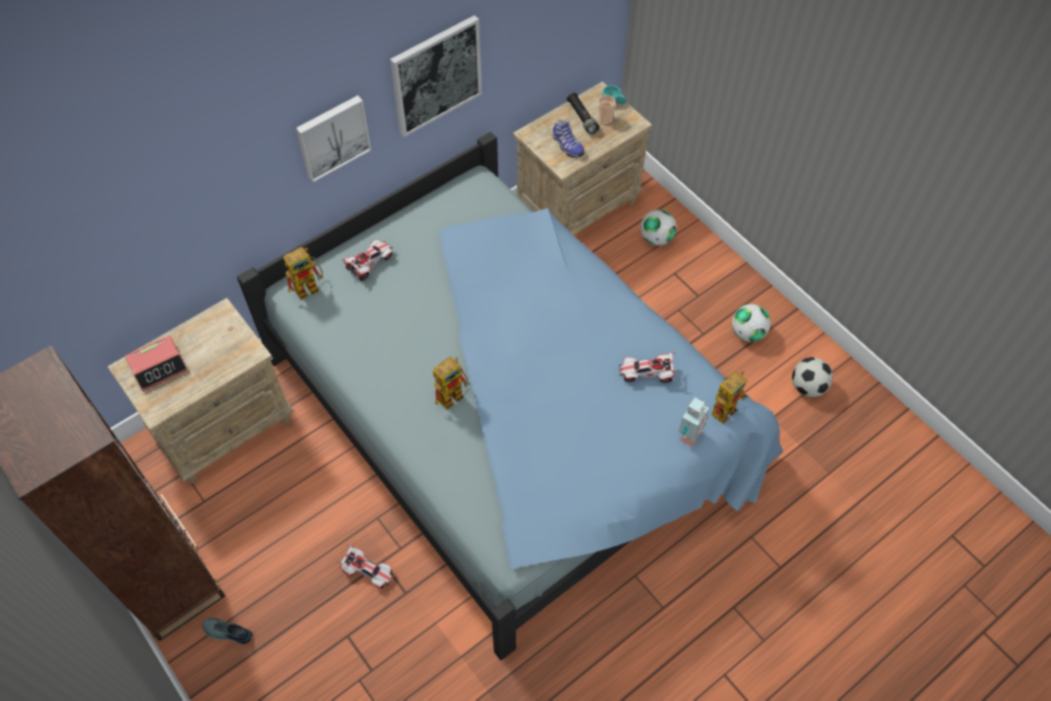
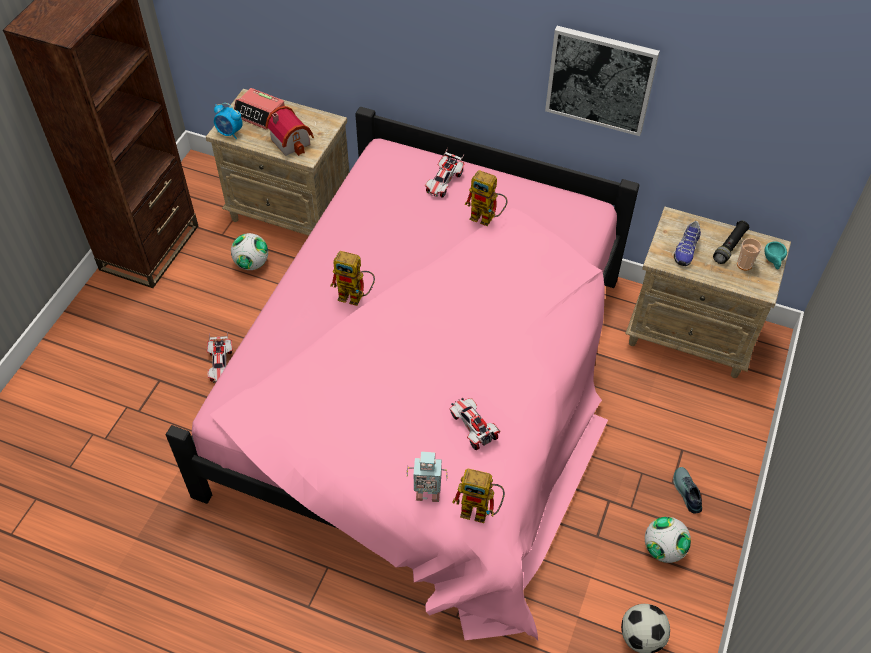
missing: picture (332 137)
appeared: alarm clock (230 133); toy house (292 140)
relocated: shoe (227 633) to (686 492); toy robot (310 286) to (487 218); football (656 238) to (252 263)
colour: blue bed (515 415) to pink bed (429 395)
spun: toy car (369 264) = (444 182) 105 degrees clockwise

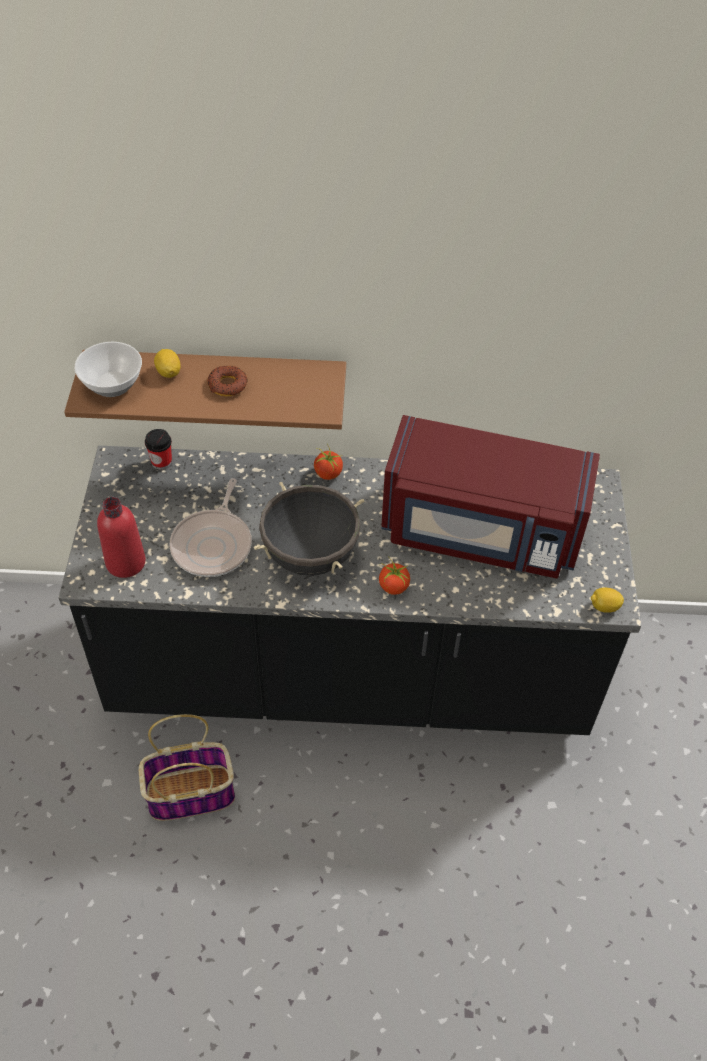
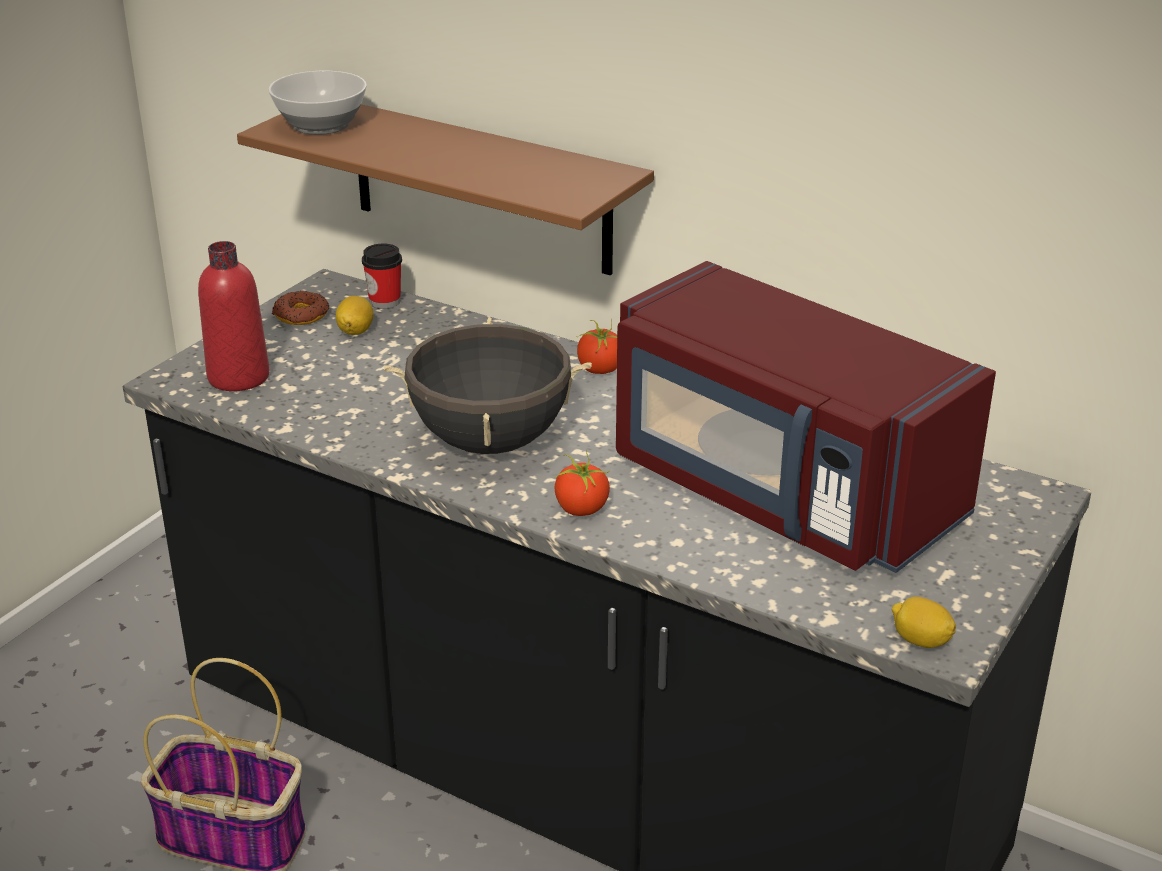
missing: frying pan (213 544)
relocated: lemon (168 372) to (355 331); donut (227 385) to (301 315)

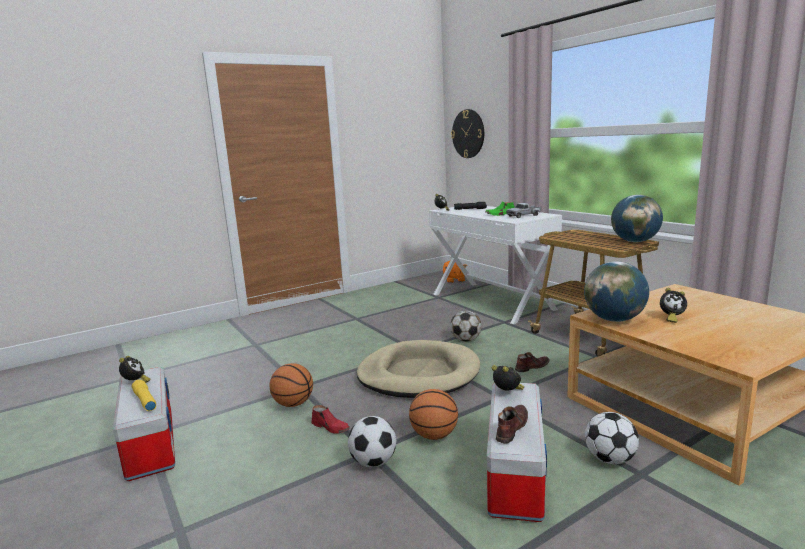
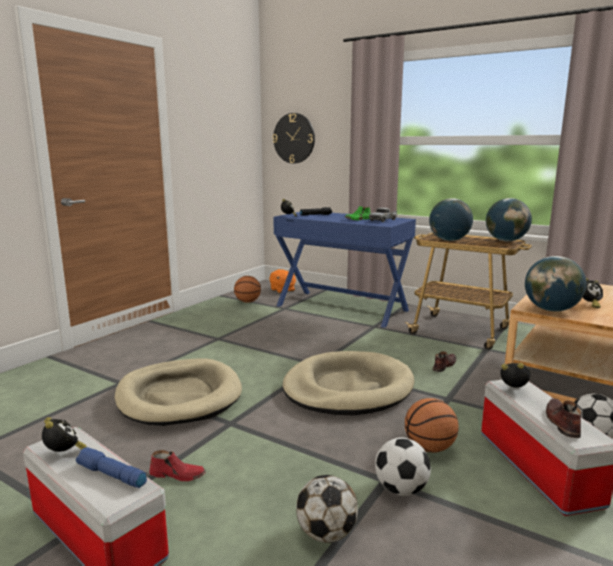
appeared: beige dog bed (179 396); globe (449 240)
relocated: basketball (293 404) to (248 301); red shoe (331 427) to (178 475); football (466 340) to (326 534)
colour: yellow flashlight (144 401) to blue flashlight (111 475); white desk (492 301) to blue desk (342 308)

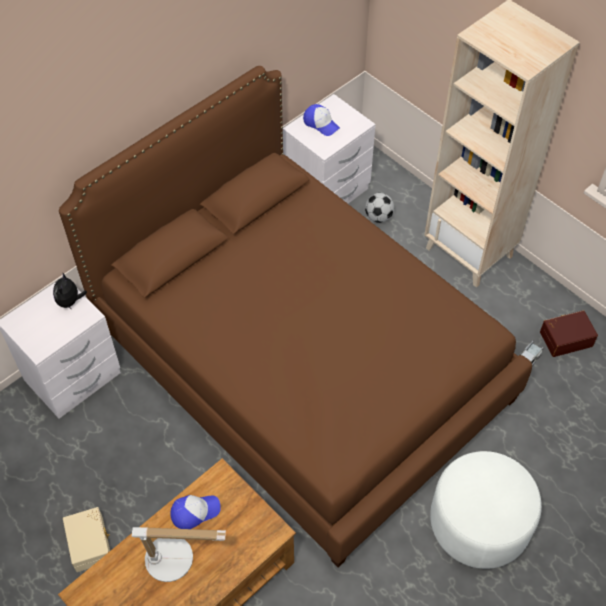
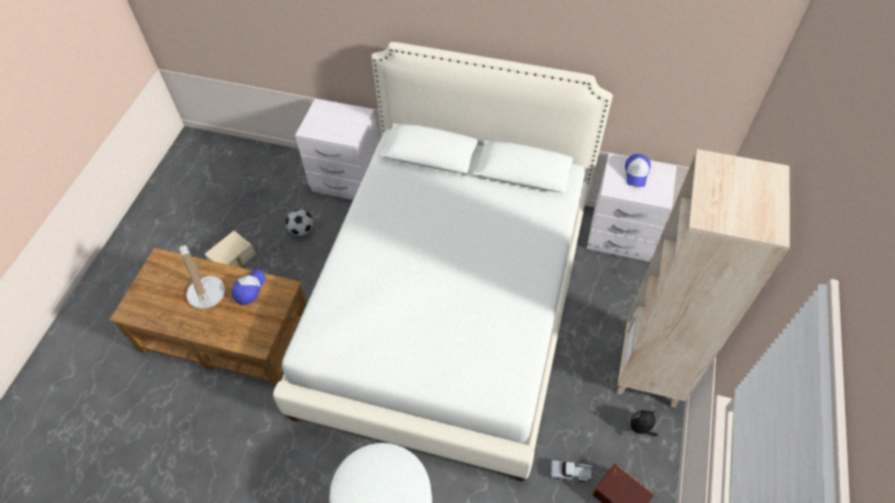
relocated: plush toy (70 301) to (641 428); football (378 217) to (302 230)
colour: brown bed (302 363) to white bed (449 305)
spun: cap (194 512) = (249 288) 105 degrees counterclockwise

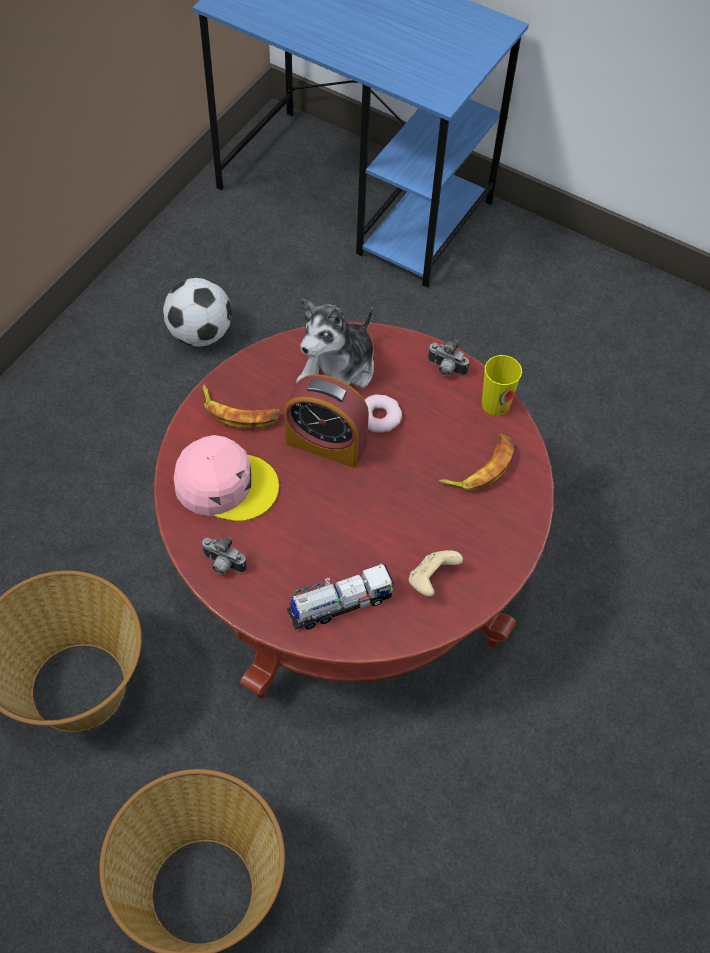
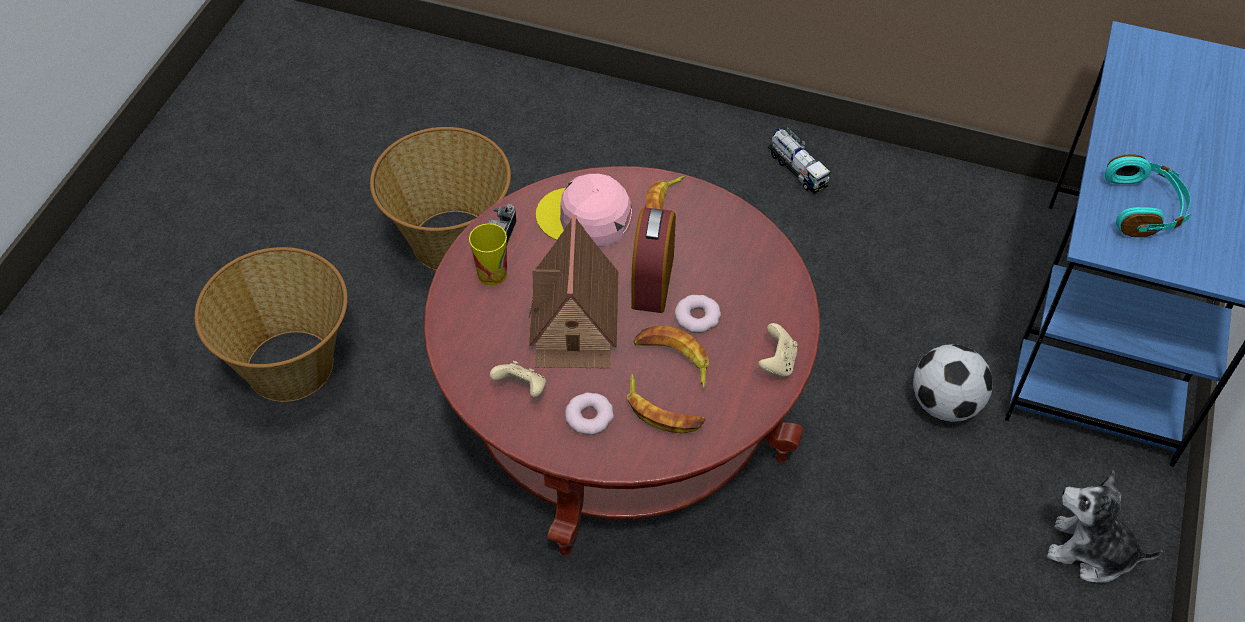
appeared: toy house (574 320); donut (589 416); banana (673 359); turquoise headphones (1144 208)
relocated: football (200 334) to (945 404); toy truck (340 605) to (797 170); plush toy (338 371) to (1090 552); cup (495 403) to (492 274)
exchanged: photo camera (445 369) to beige game controller (777 362)
spun: pink cap (225 484) = (585 218) 105 degrees clockwise

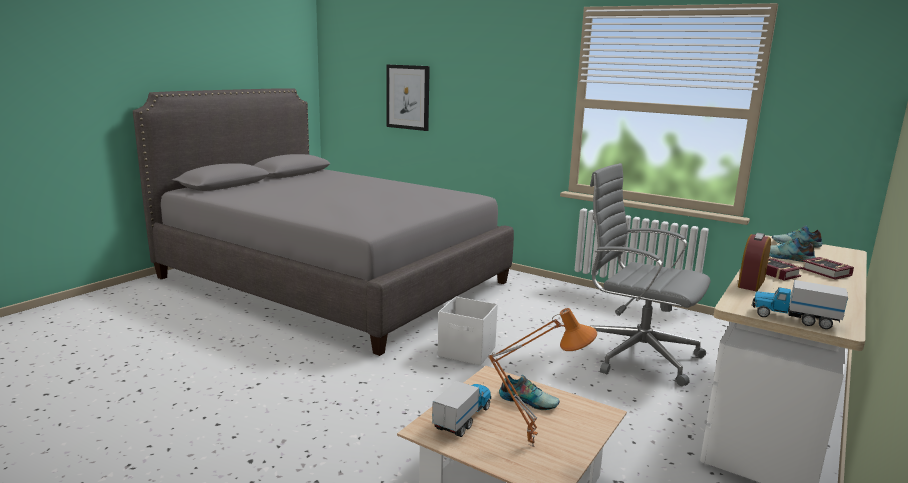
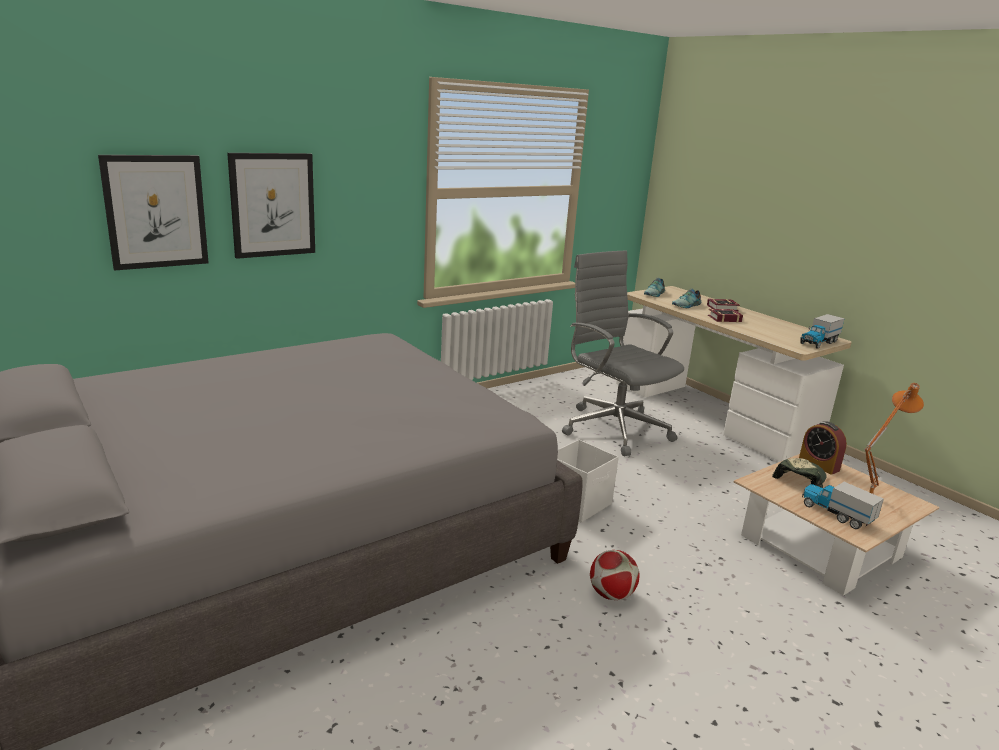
appeared: picture (272 205); football (611 594)
relocated: alarm clock (751 283) to (818 464)
exchanged: shoe (528 400) to cap (799 479)
spun: grey office chair (636 354) = (613 428) 90 degrees clockwise

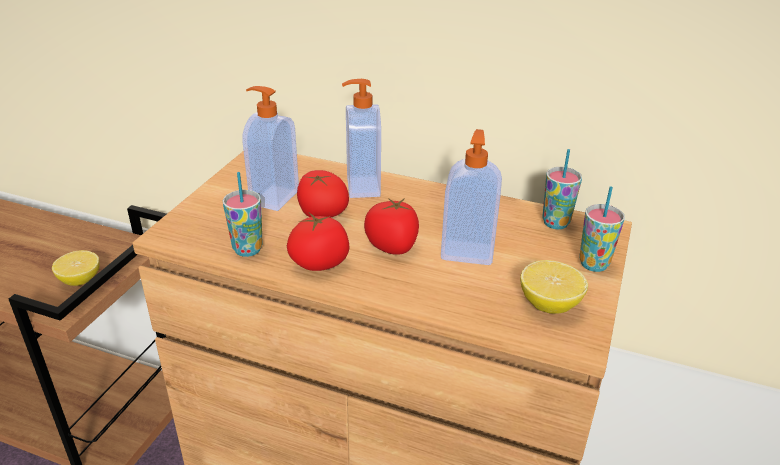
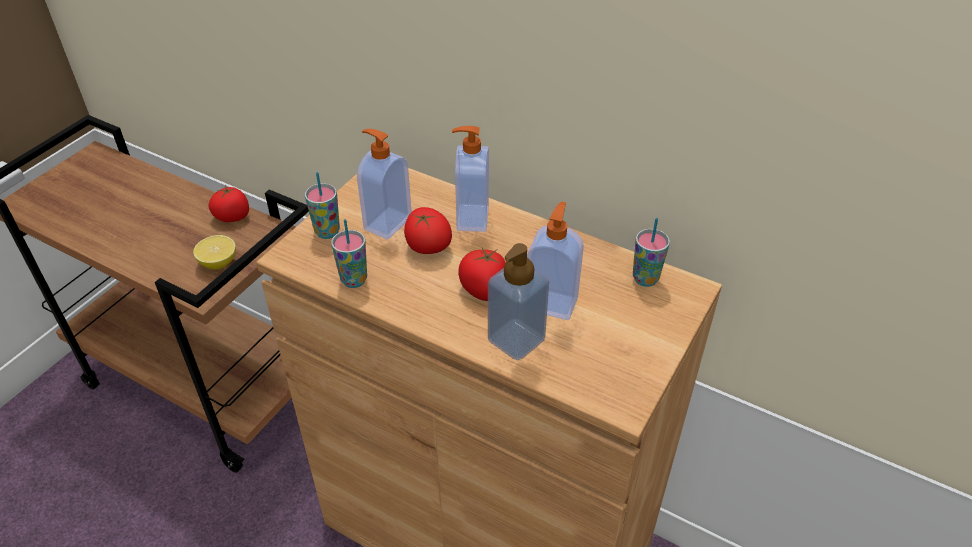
missing: lemon (549 304)
appeared: soap dispenser (516 340)
relocated: tomato (319 263) to (233 216); cup (593 264) to (327 232)

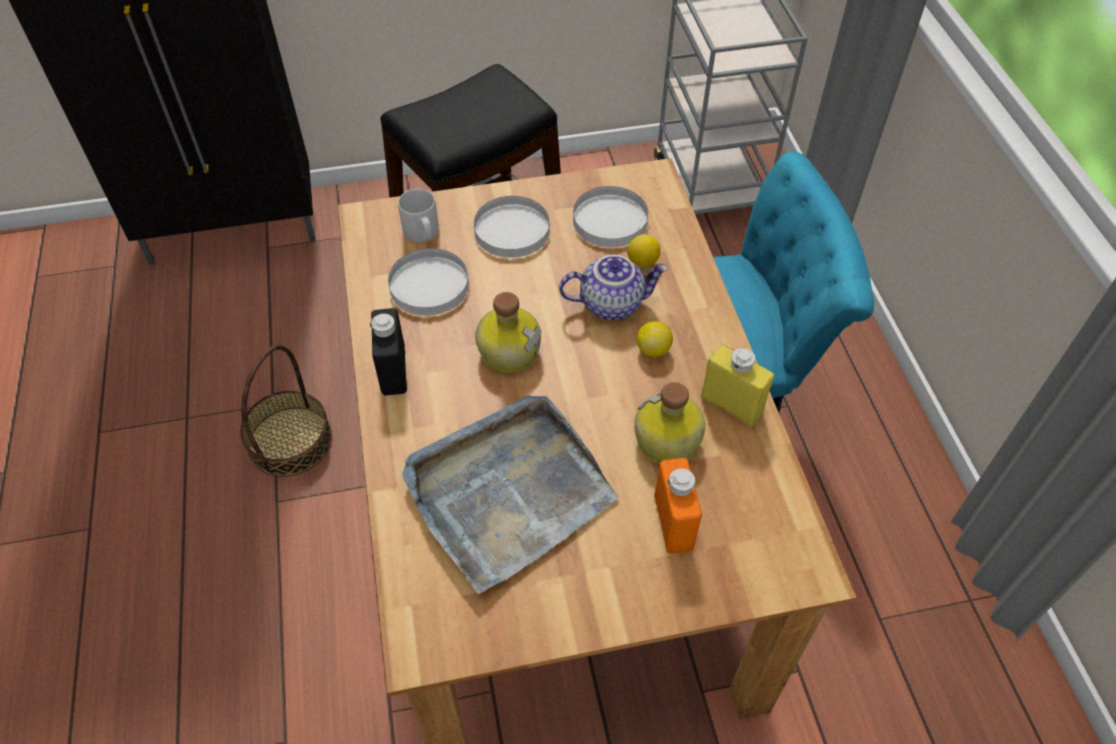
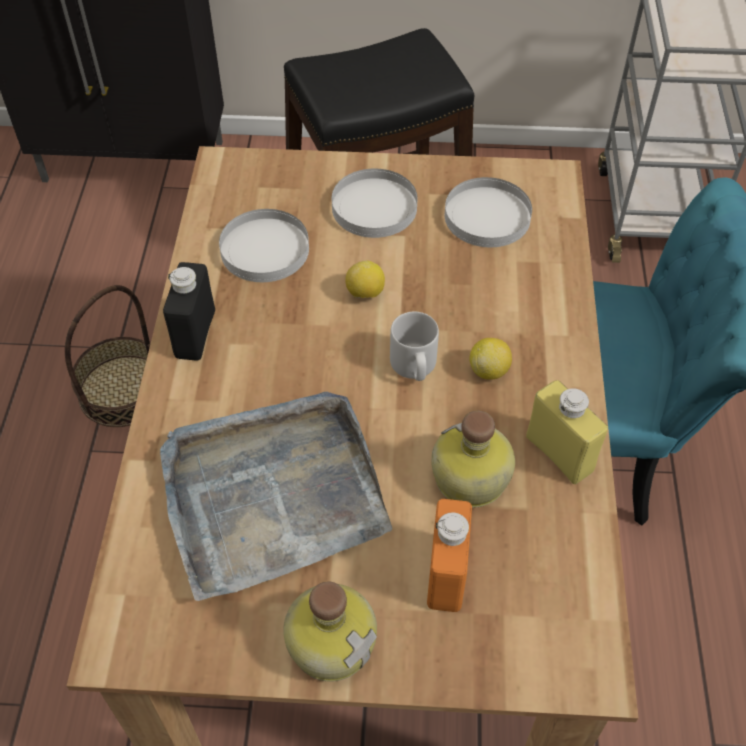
missing: teapot (611 303)
relocated: grey mug (422 233) to (414 366); bottle (508 350) to (331 640); lemon (642 262) to (365 293)

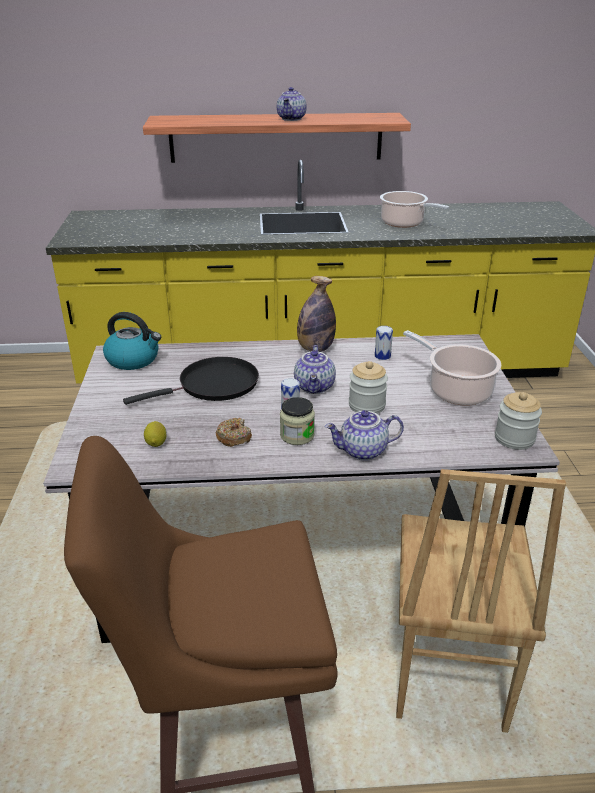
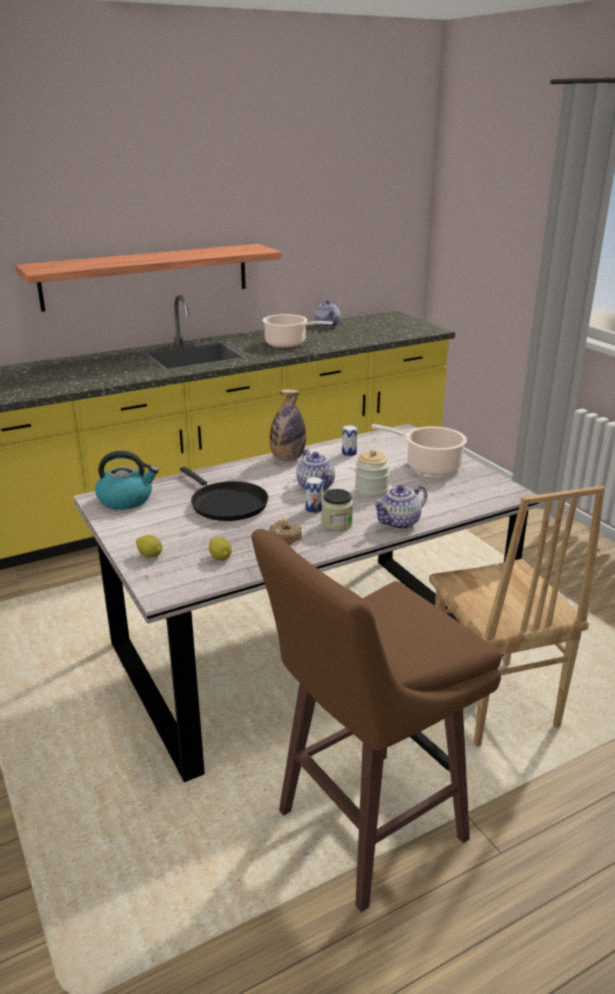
missing: jar (514 439)
appeared: lemon (150 555)
relocated: teapot (292 119) to (328 325)
spun: black frying pan (213 385) = (226 504) 105 degrees clockwise

